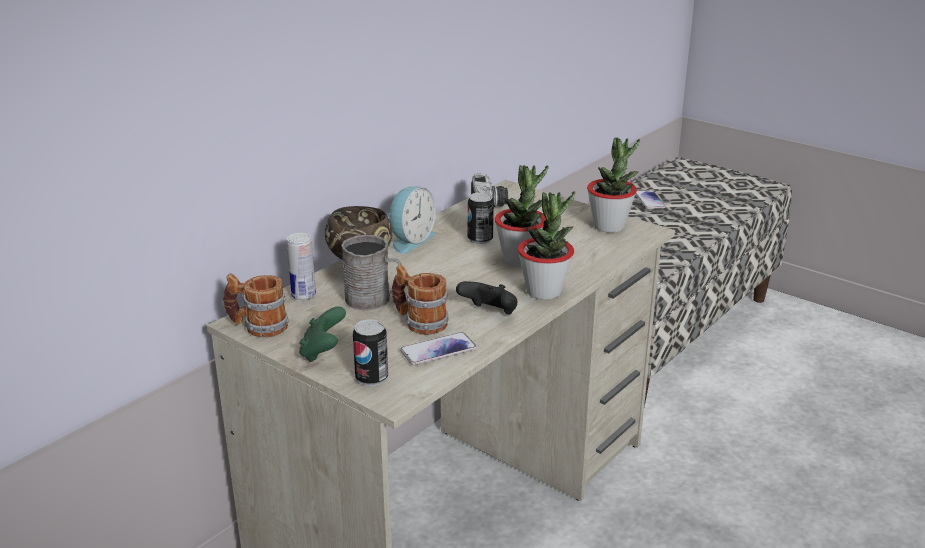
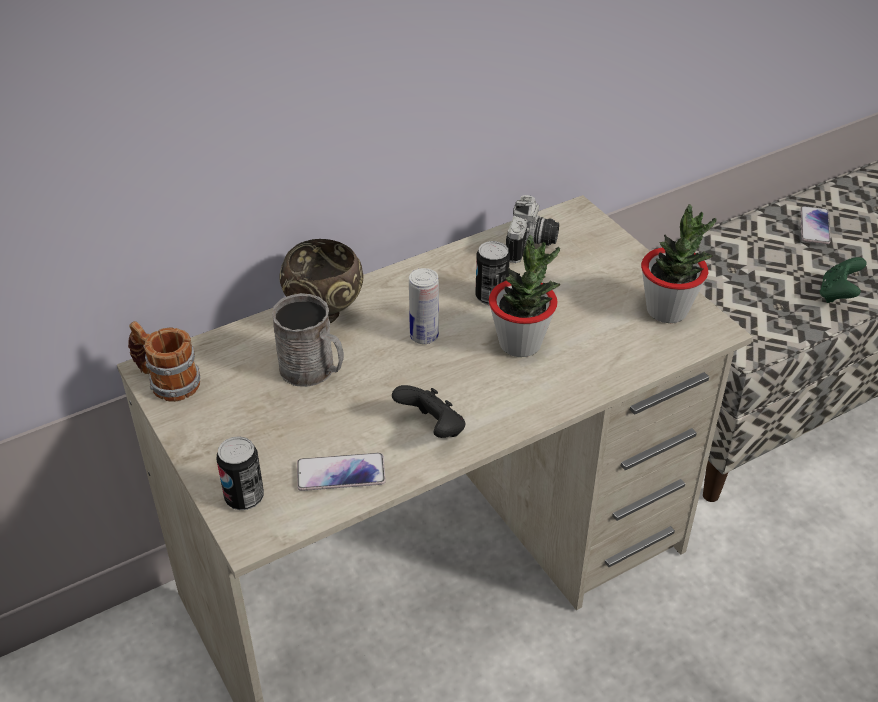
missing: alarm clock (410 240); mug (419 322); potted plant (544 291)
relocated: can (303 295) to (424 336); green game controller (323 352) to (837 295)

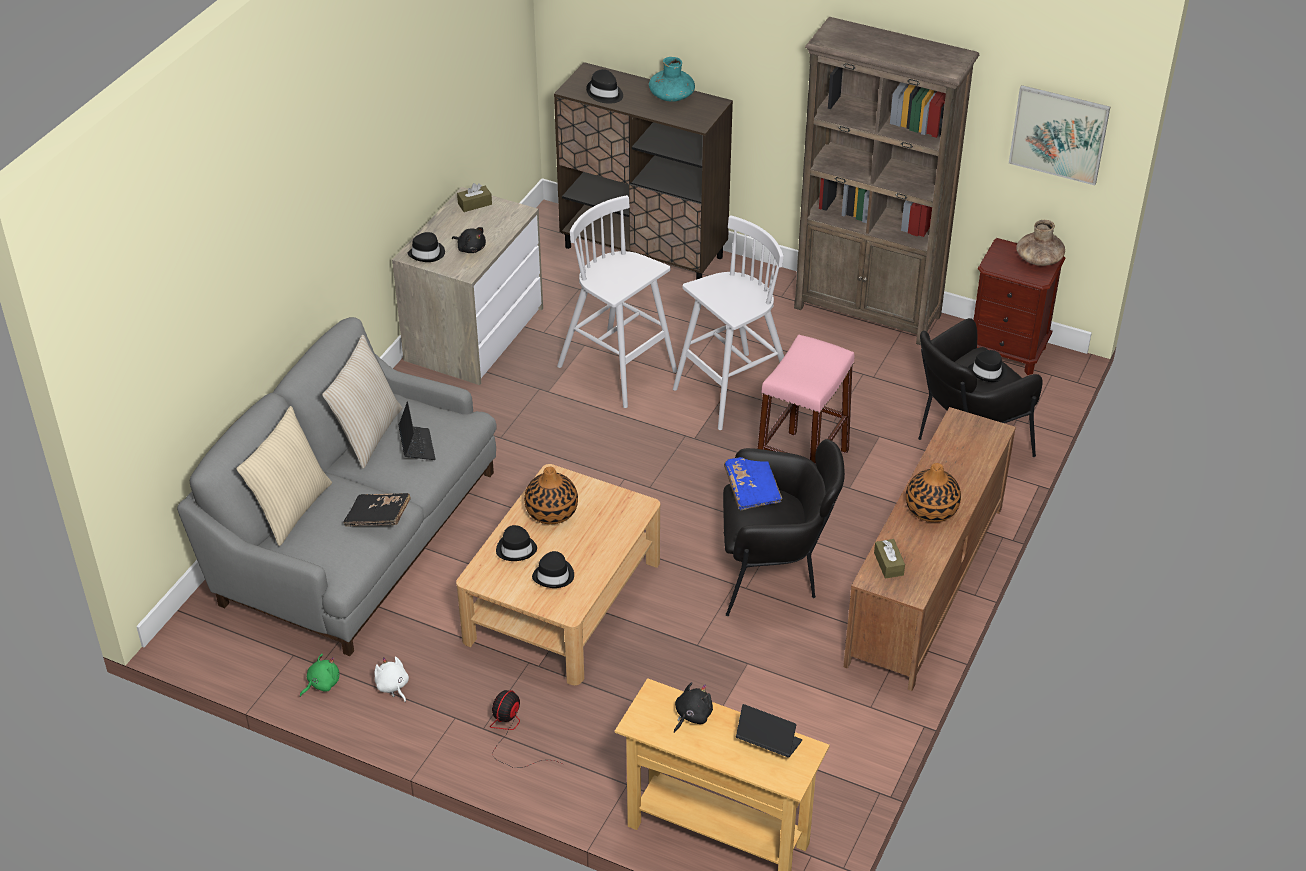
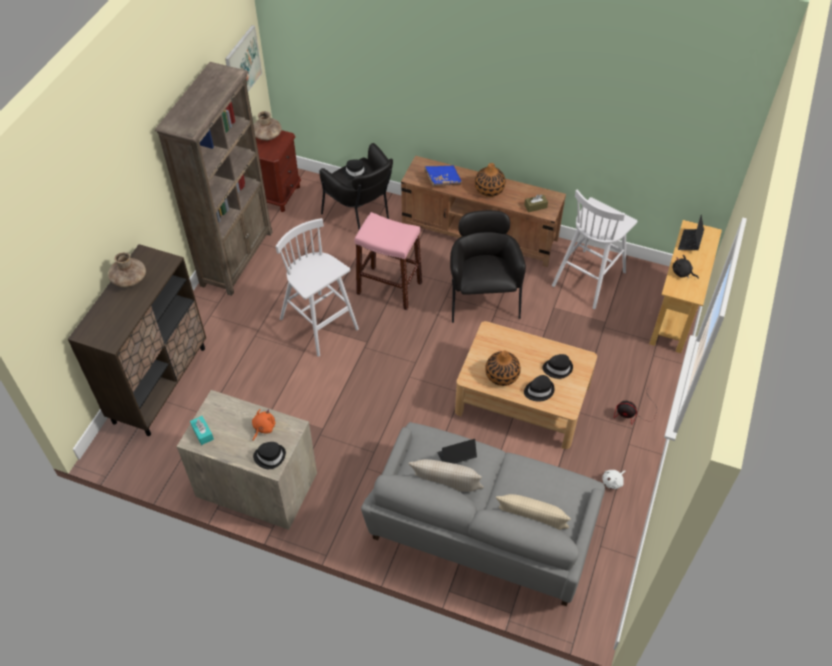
missing: green plush toy (321 683); black book (378 518); black hat (605 93)
relocated: white stool (619 370) to (589 278); blue book (752 489) to (442 180)
colour: black plush toy (470 248) to orange plush toy (263 428); brown tissue box (475 204) to turquoise tissue box (202 433); turquoise vase (671 96) to brown vase (129 279)

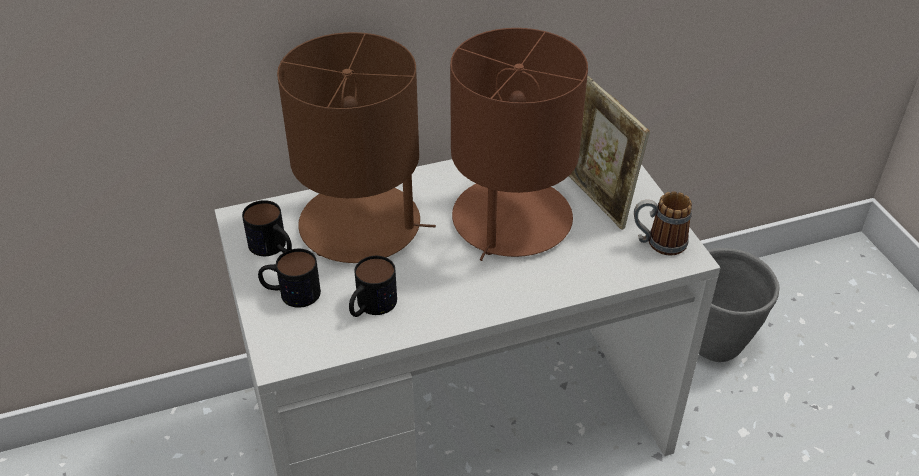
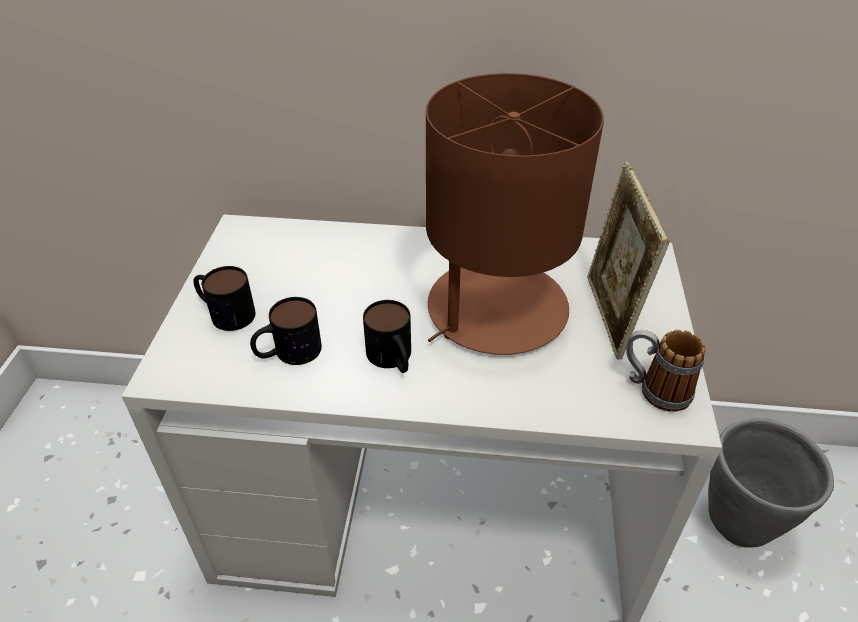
missing: brown table lamp (362 225)
relocated: mug (273 248) to (393 359)

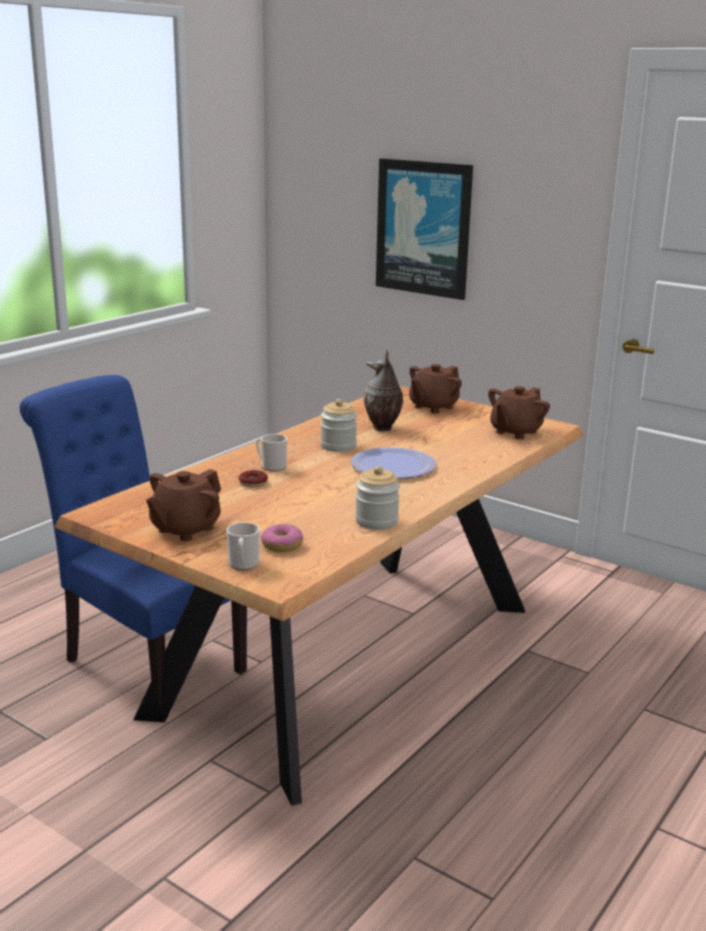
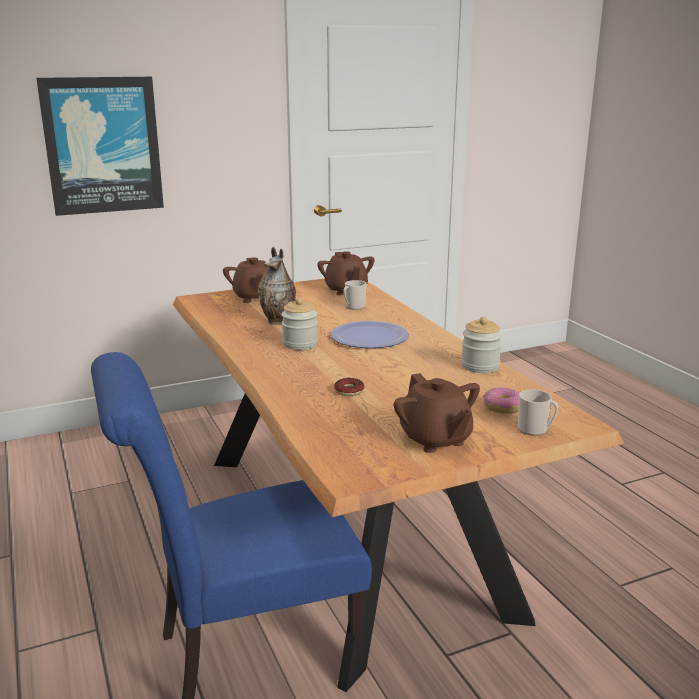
relocated: mug (271 466) to (353 307)

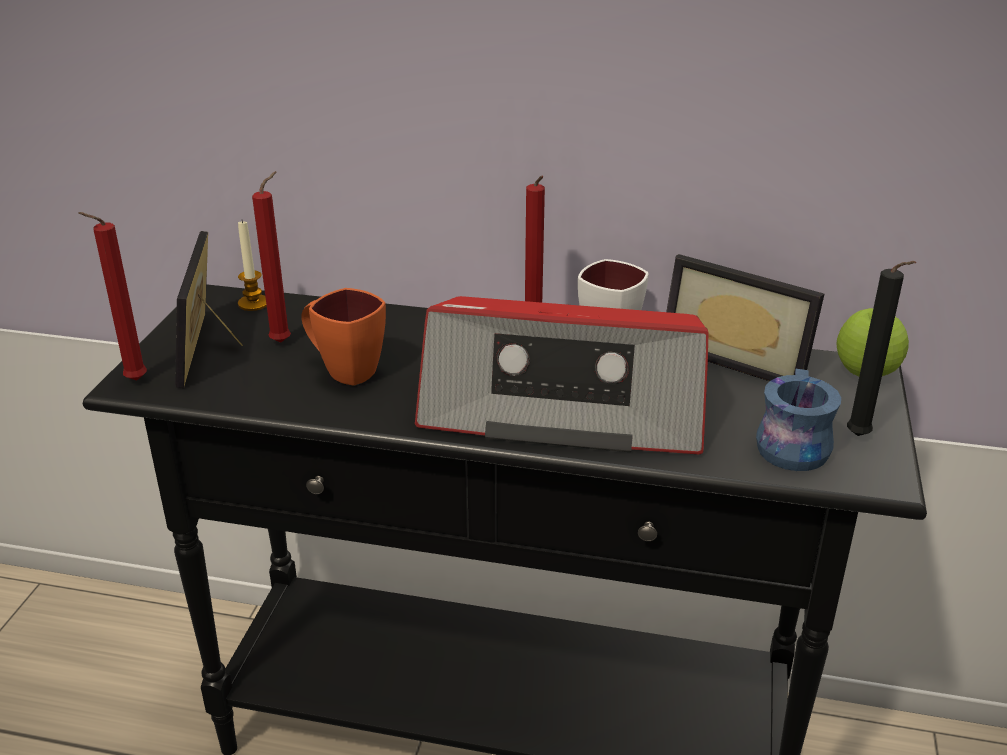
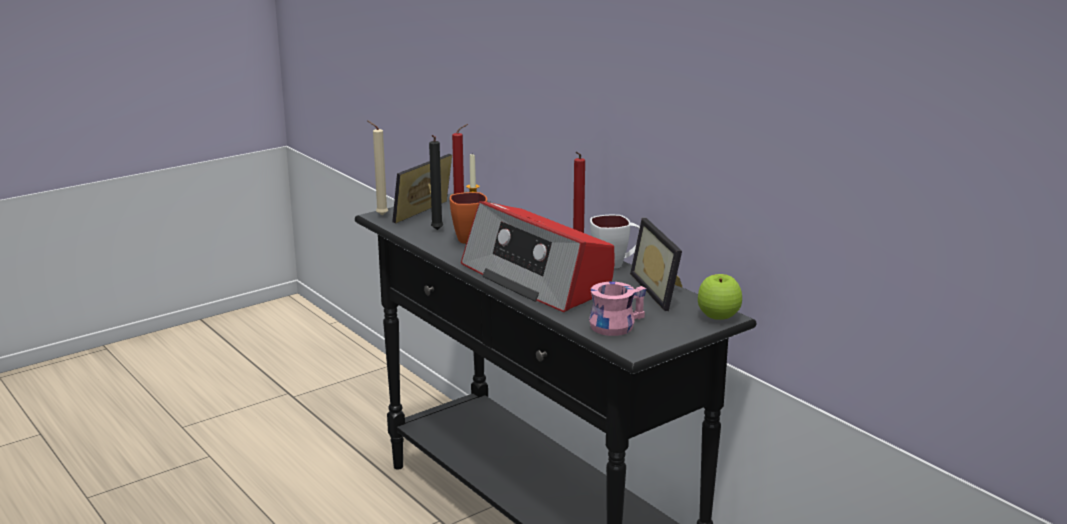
relocated: black candle (860 438) to (436 230)
colour: red candle (132 381) to beige candle (380 215); blue mug (787 443) to pink mug (615 324)

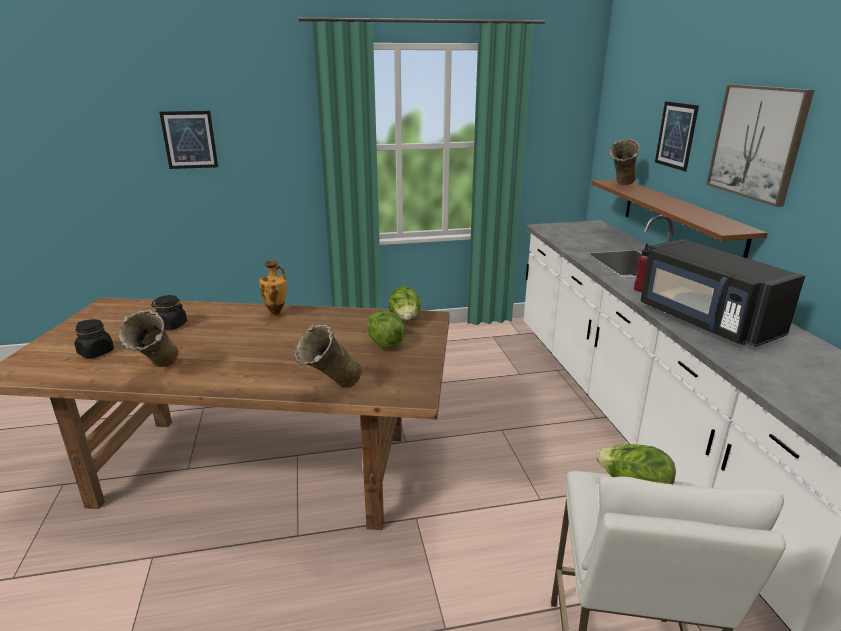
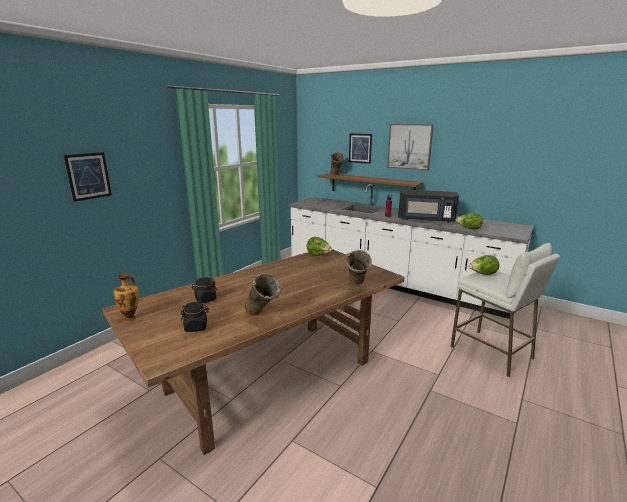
relocated: vase (277 316) to (130 318); lettuce (384 343) to (469 229)

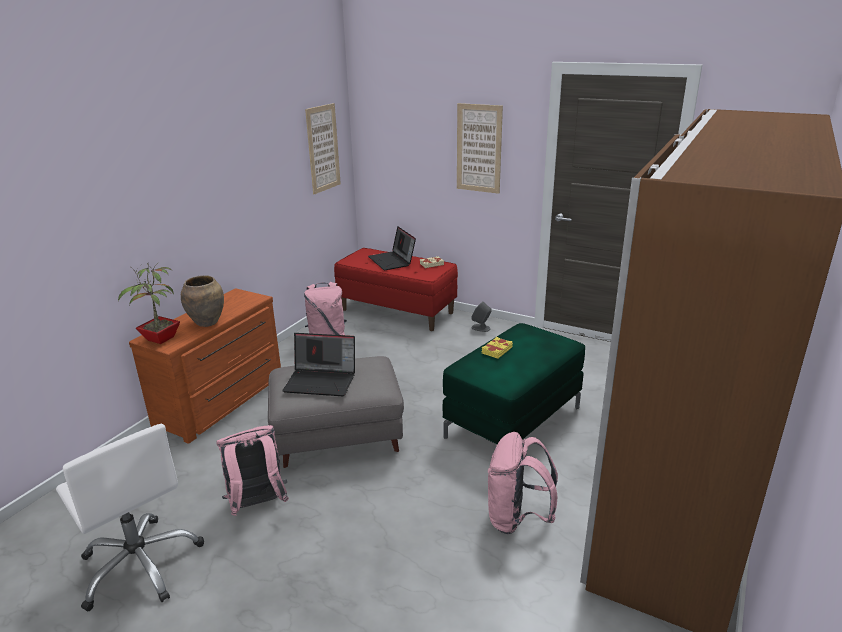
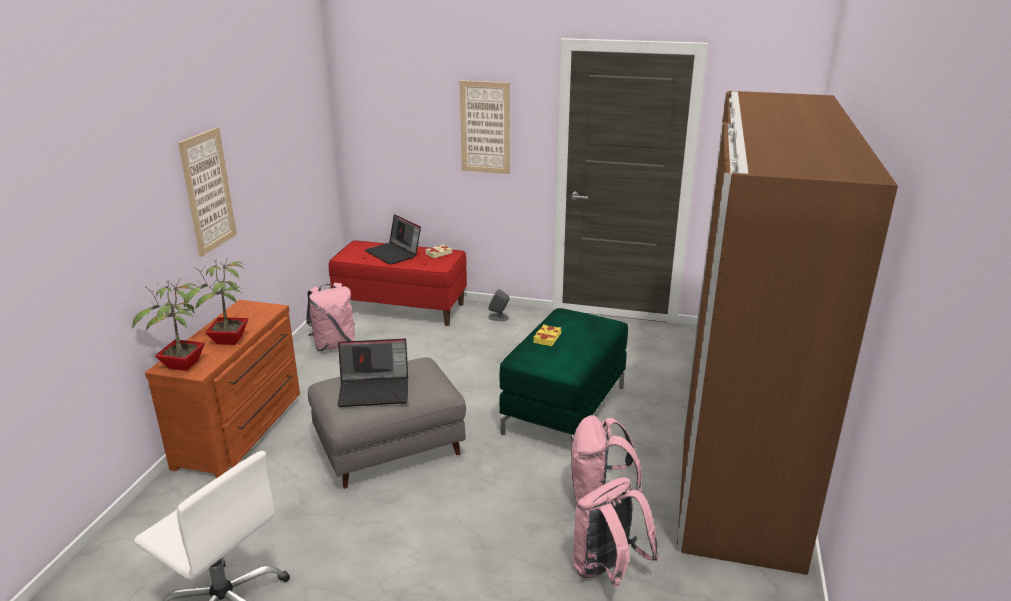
relocated: pink backpack (257 505) to (607 571); picture (323 148) to (208 191)
exchanged: brown vase (207 322) to potted plant (229 341)

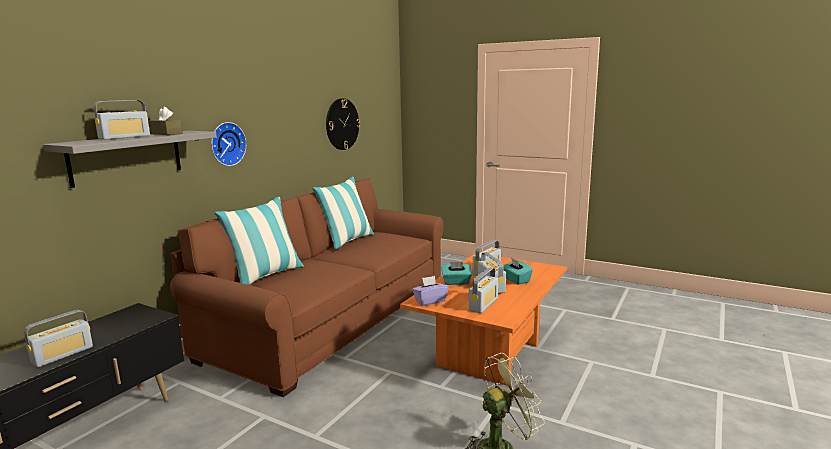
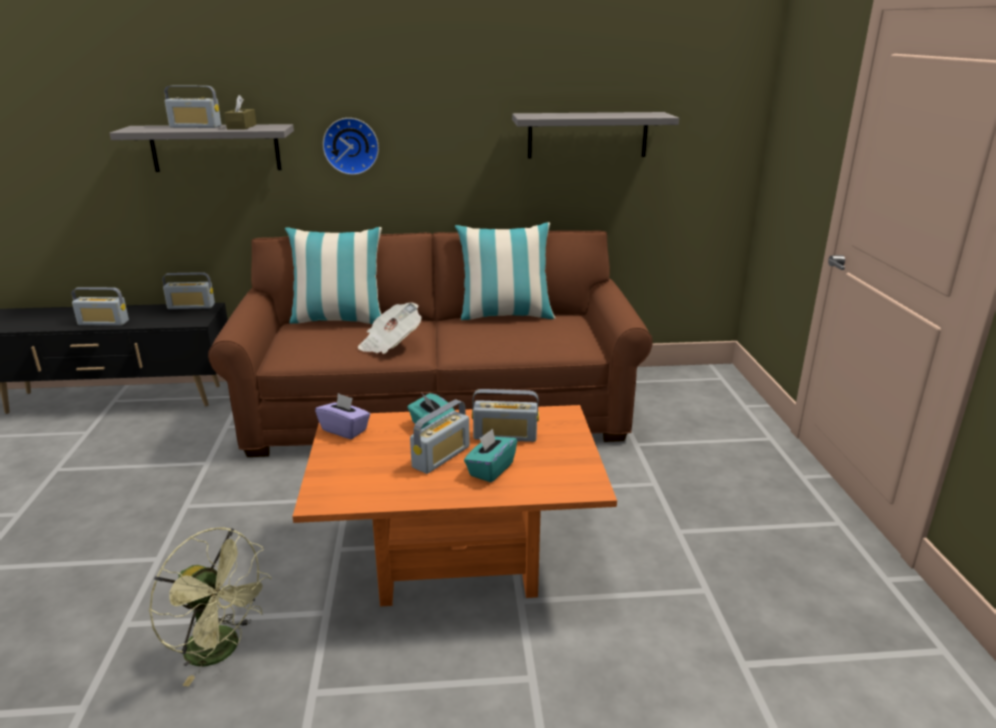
appeared: newspaper (390 344)
relocated: radio (483 304) to (191 306)
exchanged: wall clock (342 124) to grey shelf (587 135)

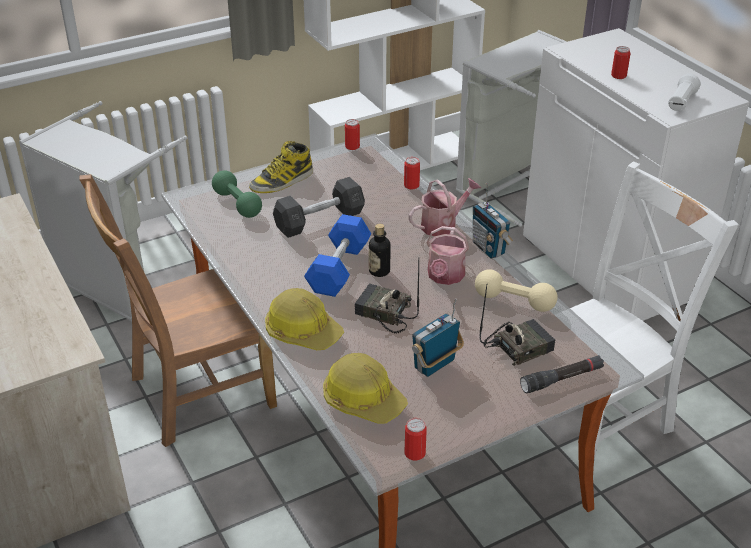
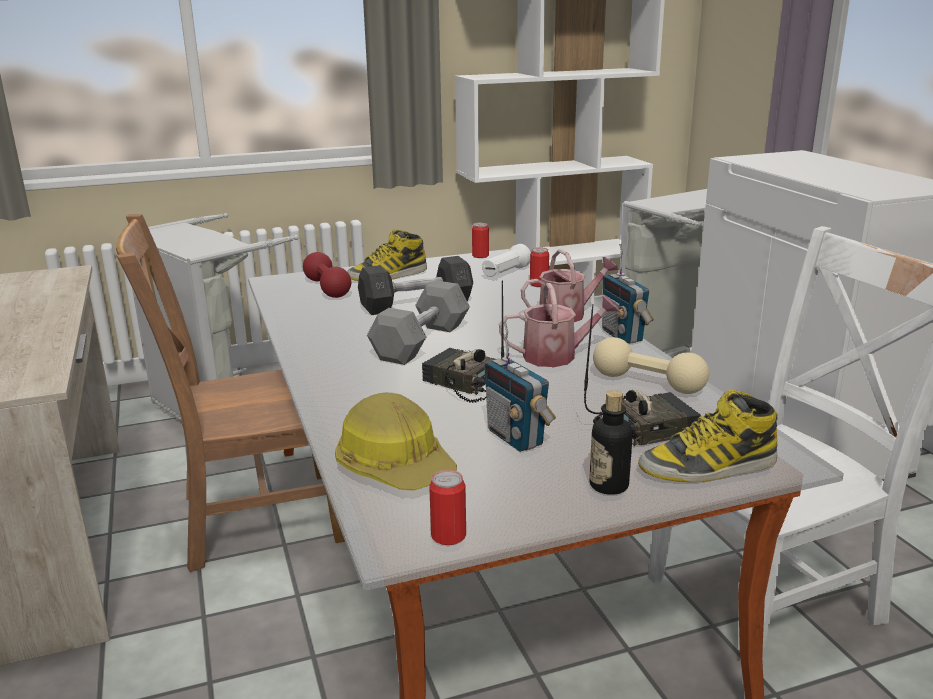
missing: hard hat (303 331); can (618 76)
relocated: bottle (379 271) to (609 485); white flashlight (681 102) to (505 273)
exchanged: black flashlight (562 379) to boot (708 467)
colour: green dumbbell (237 204) to red dumbbell (327 288); blue dumbbell (339 268) to grey dumbbell (421 342)
spun: radio (435 365) = (516 437) 90 degrees counterclockwise; watering can (445 277) = (557 356) 120 degrees counterclockwise

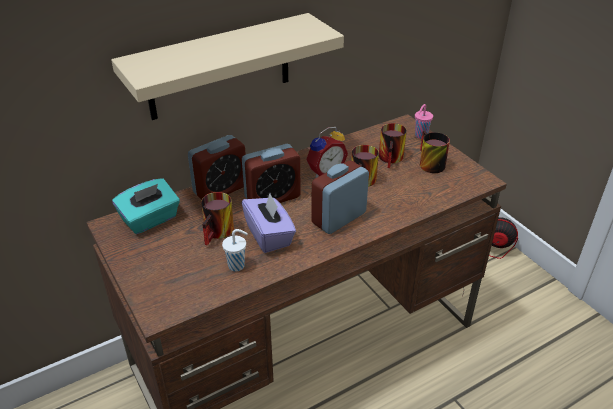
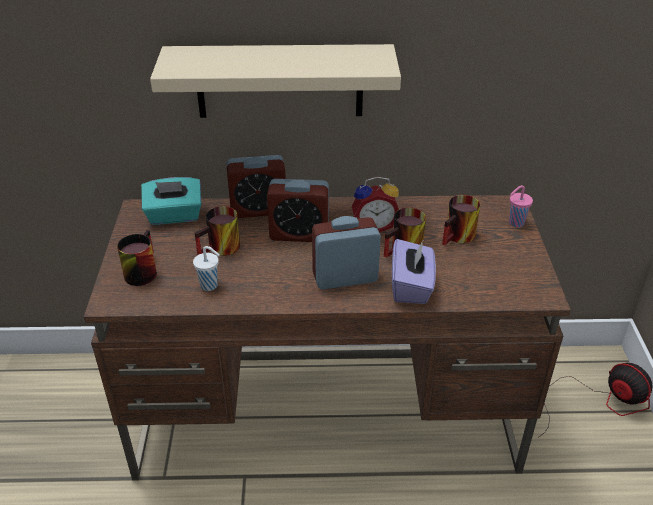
relocated: purple tissue box (269 235) to (411 286); mug (428 163) to (140 271)

